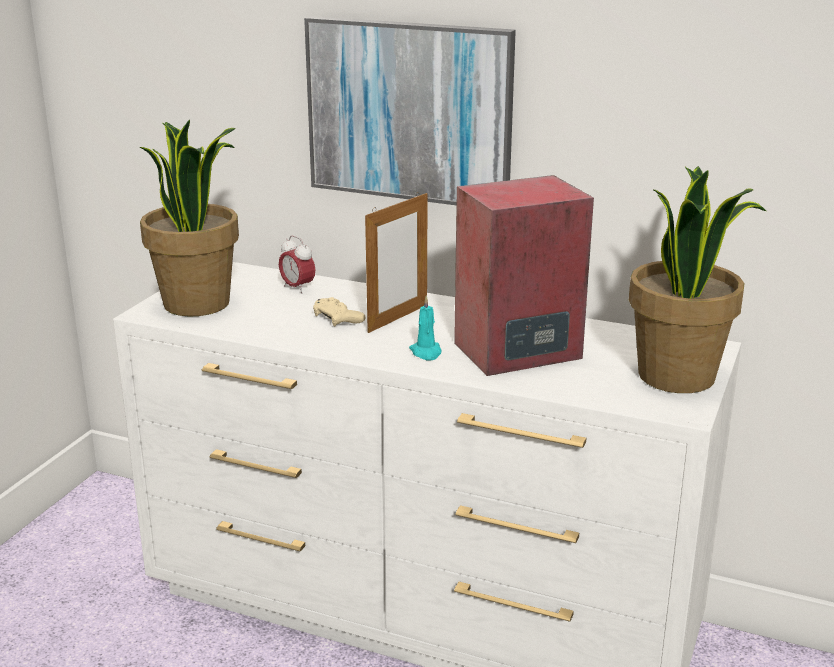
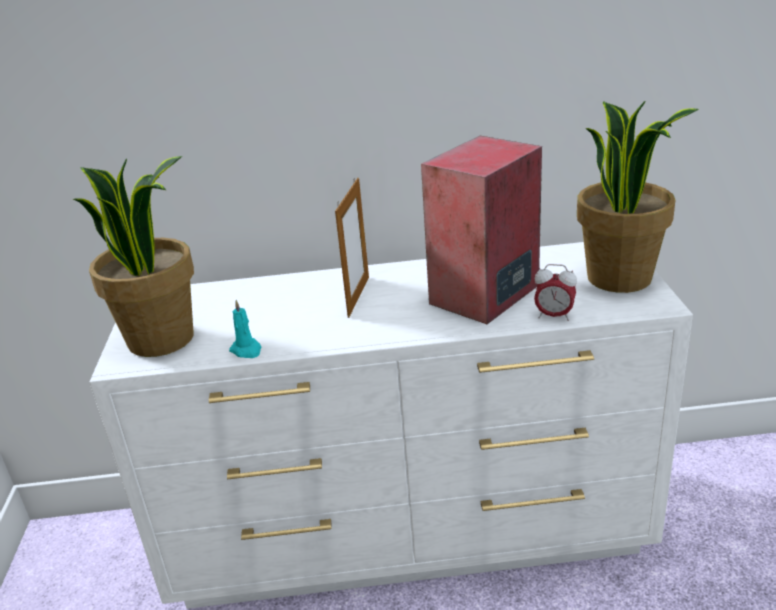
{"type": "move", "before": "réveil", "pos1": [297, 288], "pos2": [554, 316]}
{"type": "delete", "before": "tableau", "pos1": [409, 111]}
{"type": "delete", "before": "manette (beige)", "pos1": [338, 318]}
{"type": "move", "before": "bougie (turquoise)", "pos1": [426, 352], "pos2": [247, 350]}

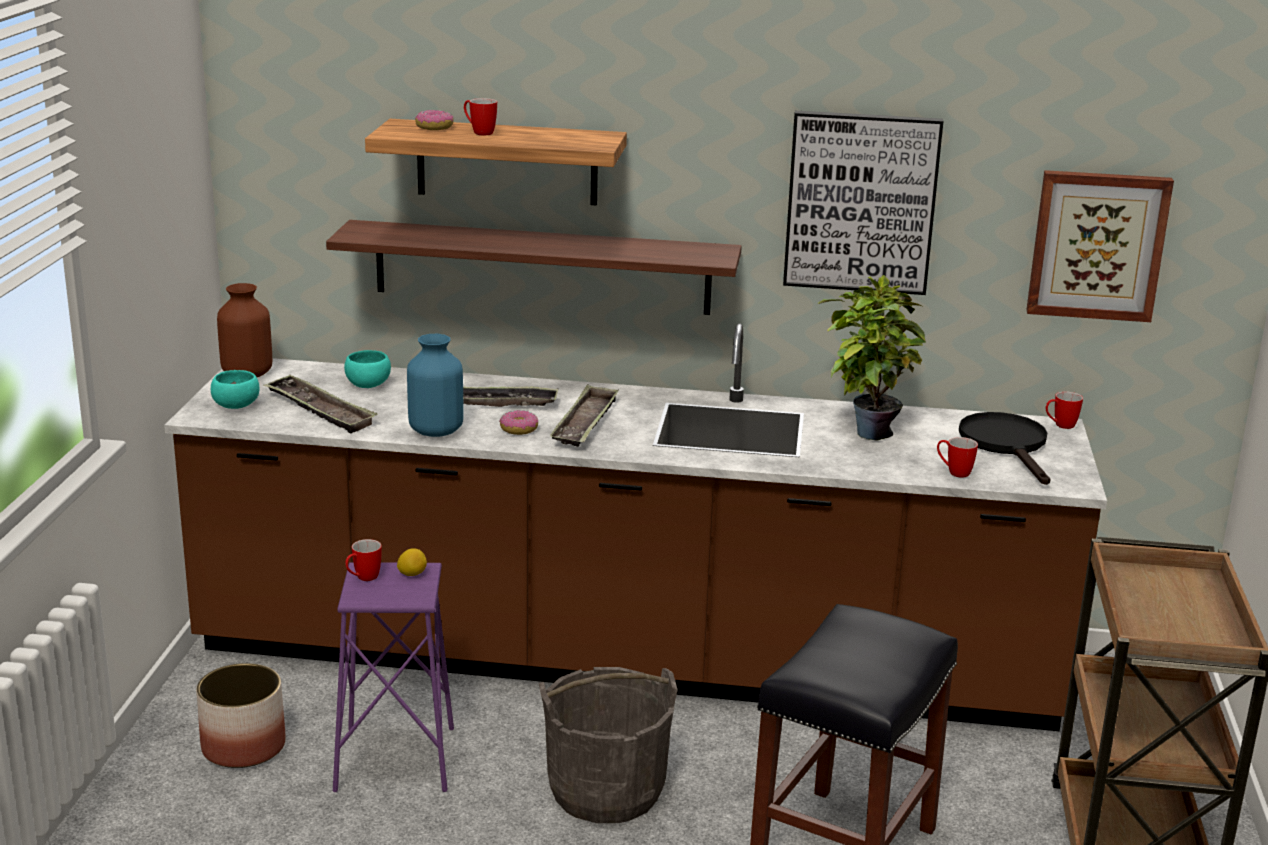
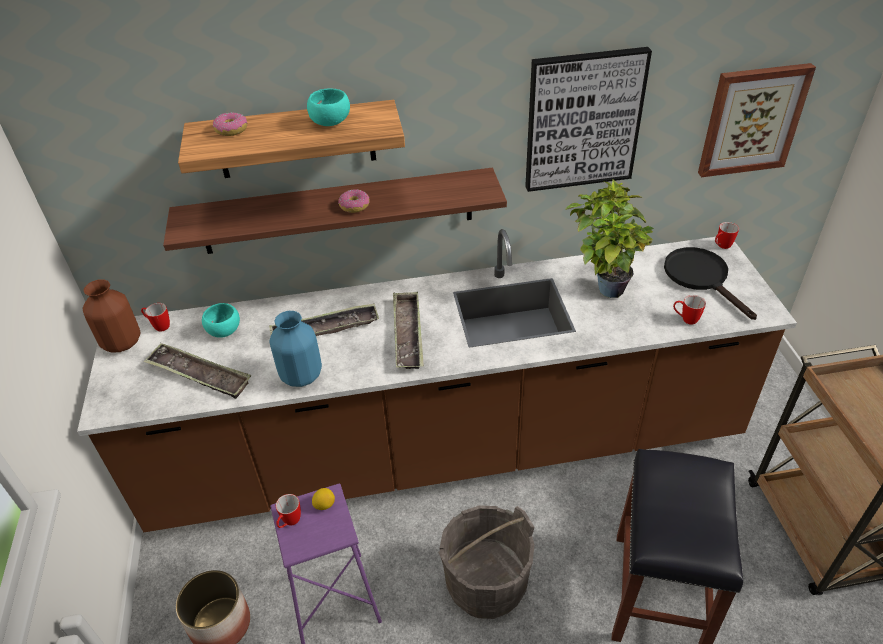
{"type": "move", "before": "bol (turquoise)", "pos1": [237, 406], "pos2": [331, 122]}
{"type": "move", "before": "mug", "pos1": [479, 132], "pos2": [159, 326]}
{"type": "move", "before": "beignet", "pos1": [519, 429], "pos2": [354, 206]}

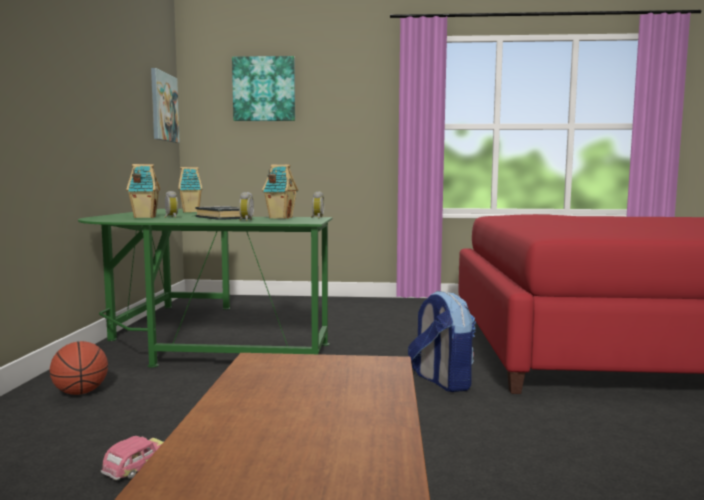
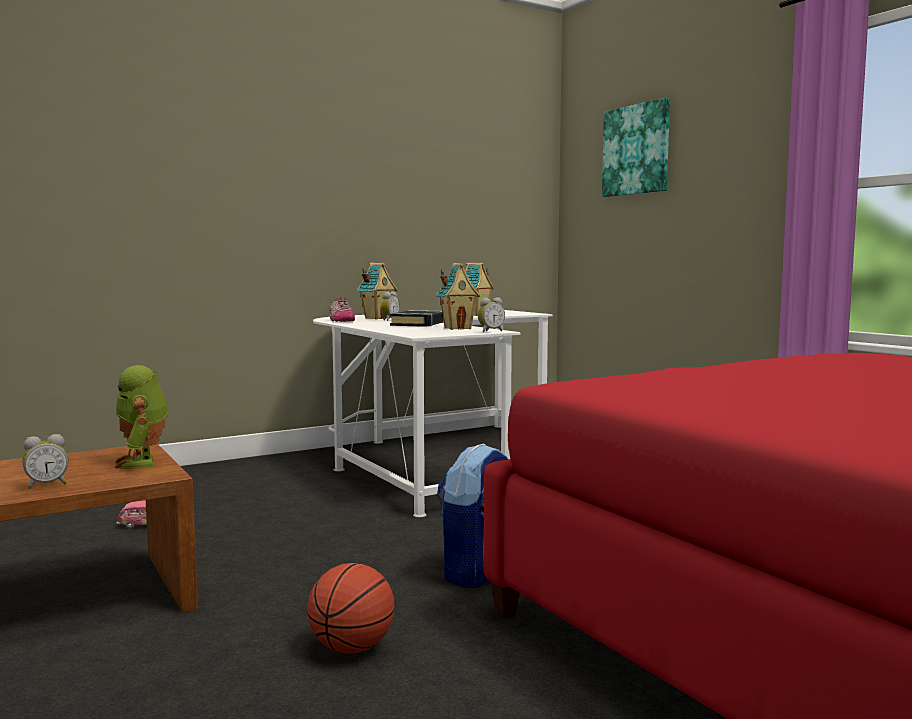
{"type": "move", "before": "ballon de basket", "pos1": [80, 392], "pos2": [351, 648]}
{"type": "recolor", "before": "bureau (vert)", "after": "bureau (blanc)", "pos1": [196, 339], "pos2": [428, 459]}
{"type": "delete", "before": "tableau", "pos1": [163, 107]}
{"type": "move", "before": "réveil", "pos1": [245, 220], "pos2": [47, 485]}
{"type": "insert", "after": "robot jouet", "pos2": [143, 462]}
{"type": "insert", "after": "chaussure", "pos2": [340, 320]}

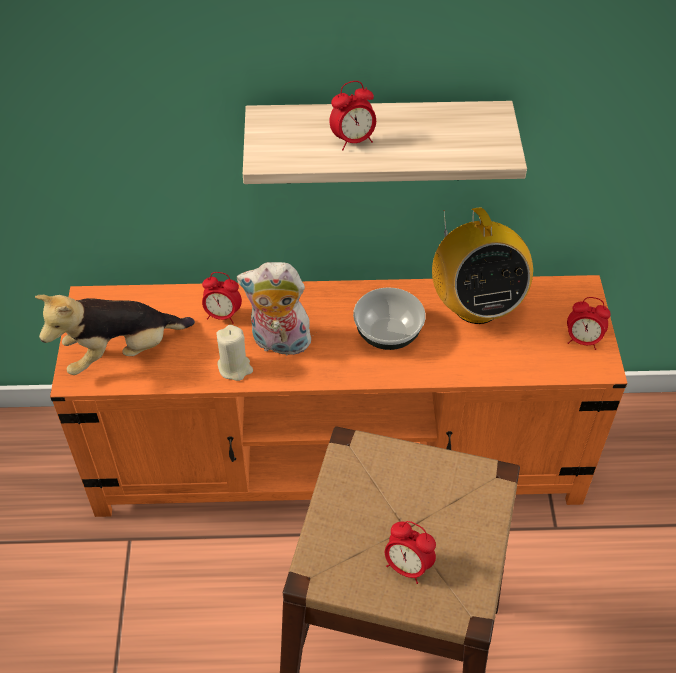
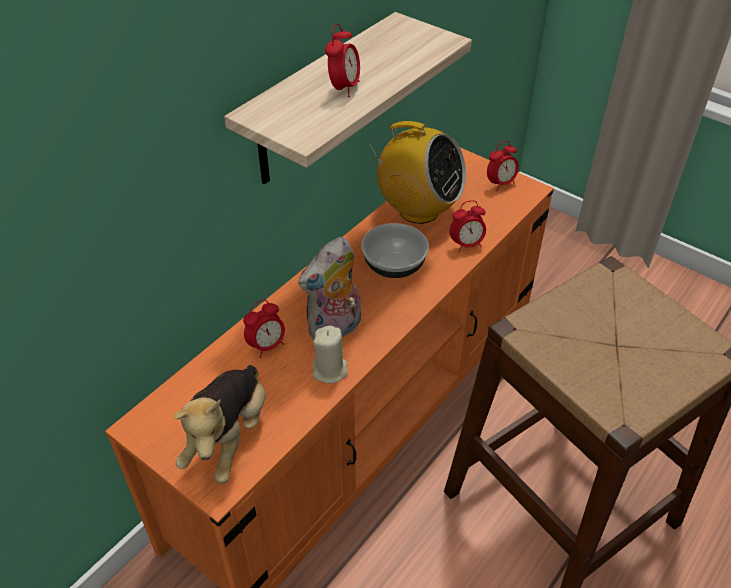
{"type": "move", "before": "réveil", "pos1": [407, 566], "pos2": [466, 245]}

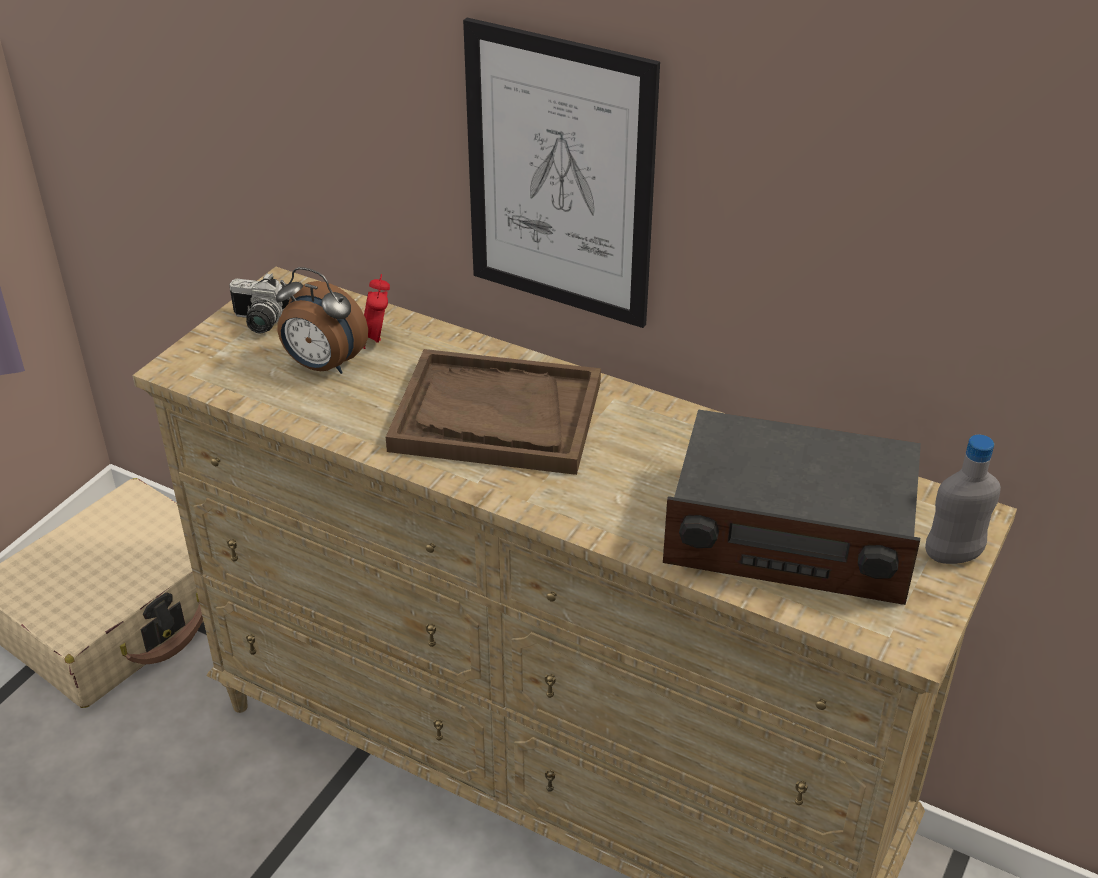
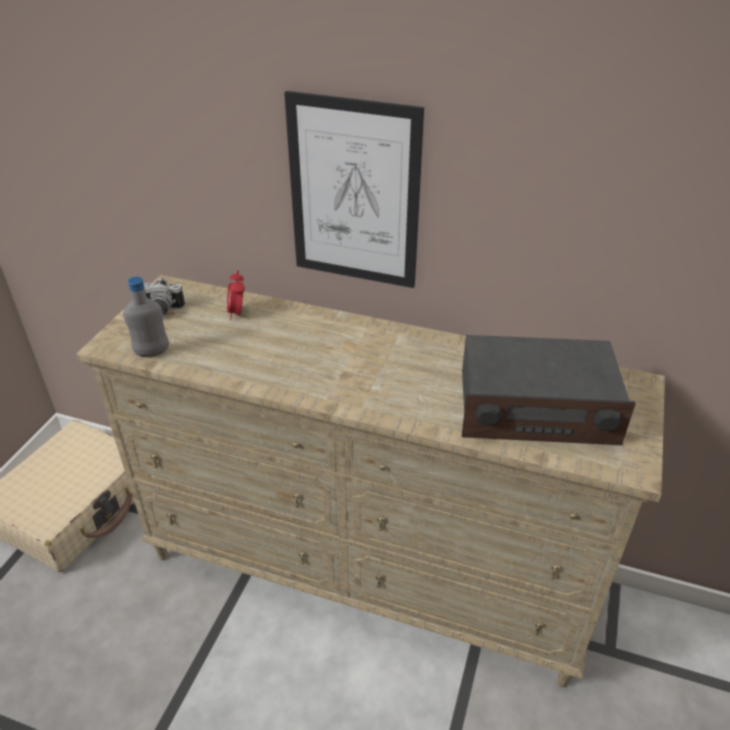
{"type": "delete", "before": "réveil", "pos1": [323, 366]}
{"type": "delete", "before": "plateau (marron)", "pos1": [496, 416]}
{"type": "move", "before": "bouteille (gris)", "pos1": [952, 556], "pos2": [152, 353]}

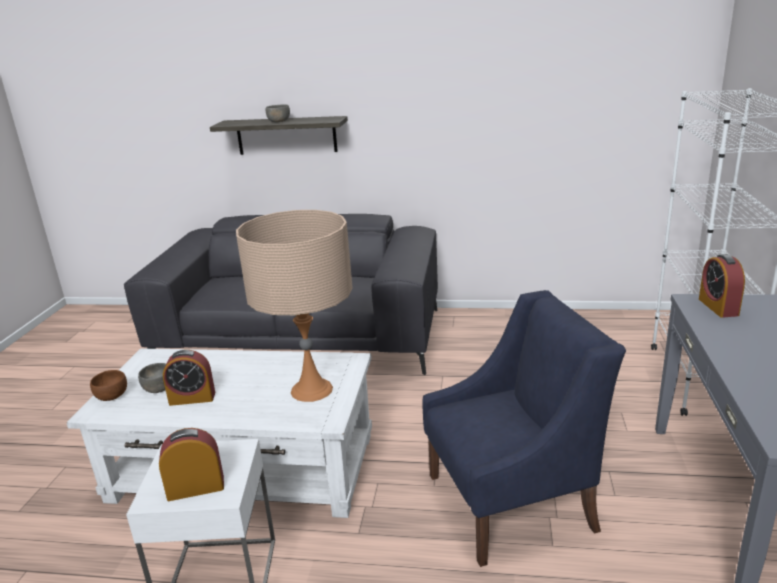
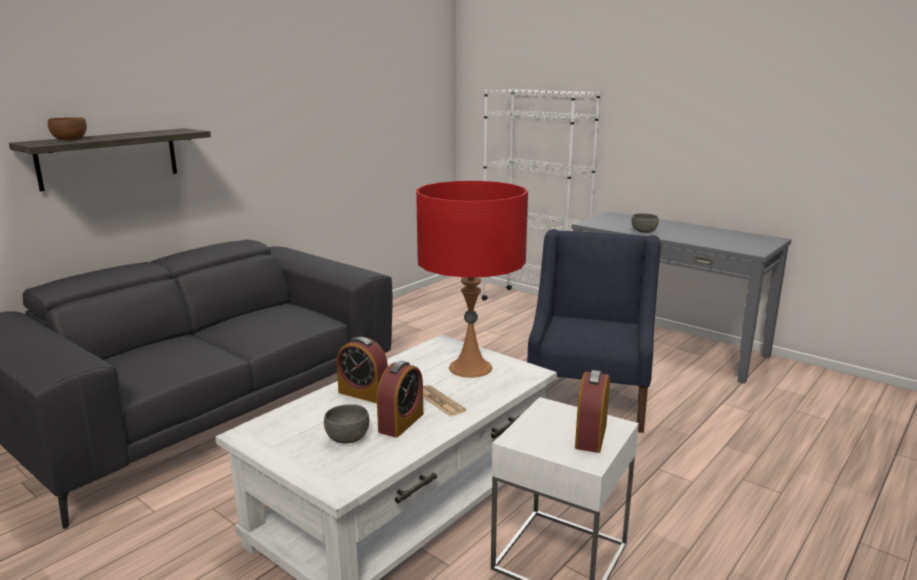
{"type": "move", "before": "bol (marron)", "pos1": [112, 395], "pos2": [69, 139]}
{"type": "recolor", "before": "lampe de table (beige)", "after": "lampe de table (rouge)", "pos1": [312, 390], "pos2": [470, 367]}
{"type": "move", "before": "bol (gris)", "pos1": [278, 121], "pos2": [644, 231]}
{"type": "move", "before": "réveil", "pos1": [718, 307], "pos2": [363, 393]}
{"type": "insert", "after": "journal", "pos2": [439, 401]}

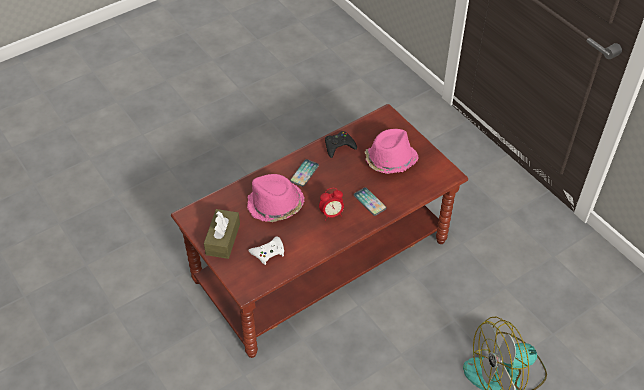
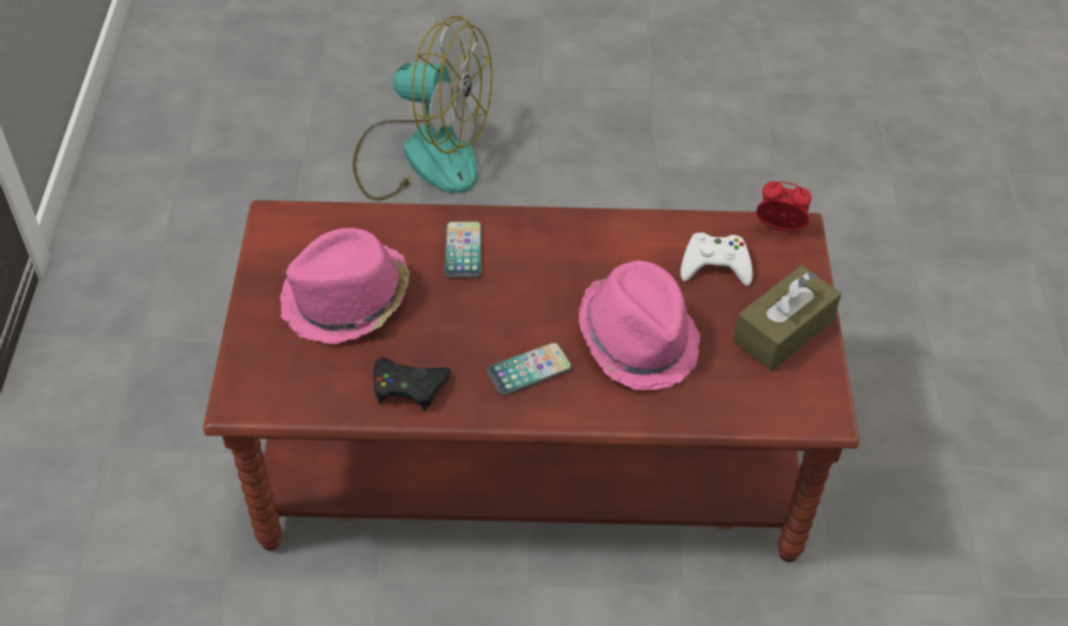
{"type": "move", "before": "réveil", "pos1": [331, 214], "pos2": [779, 229]}

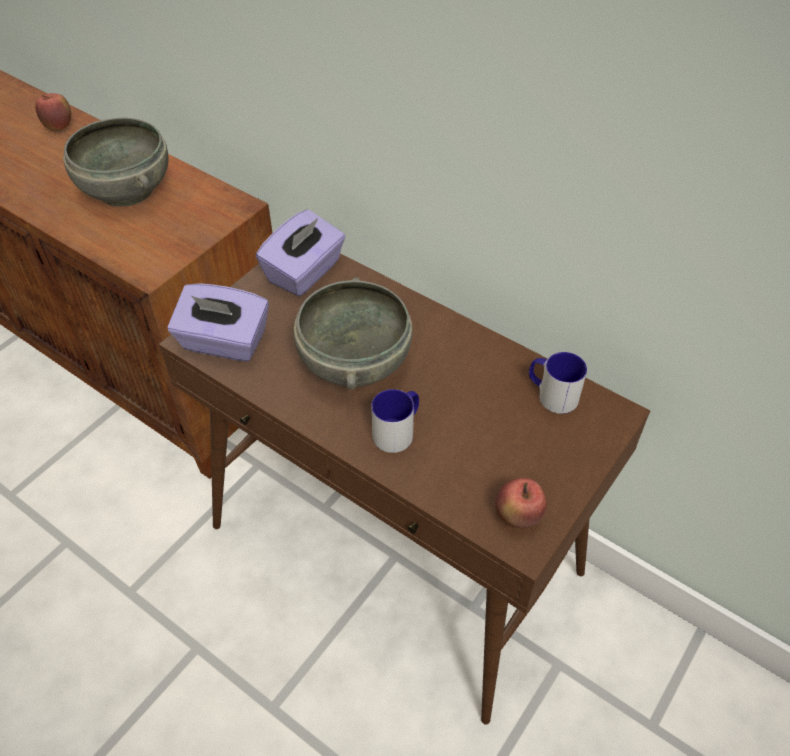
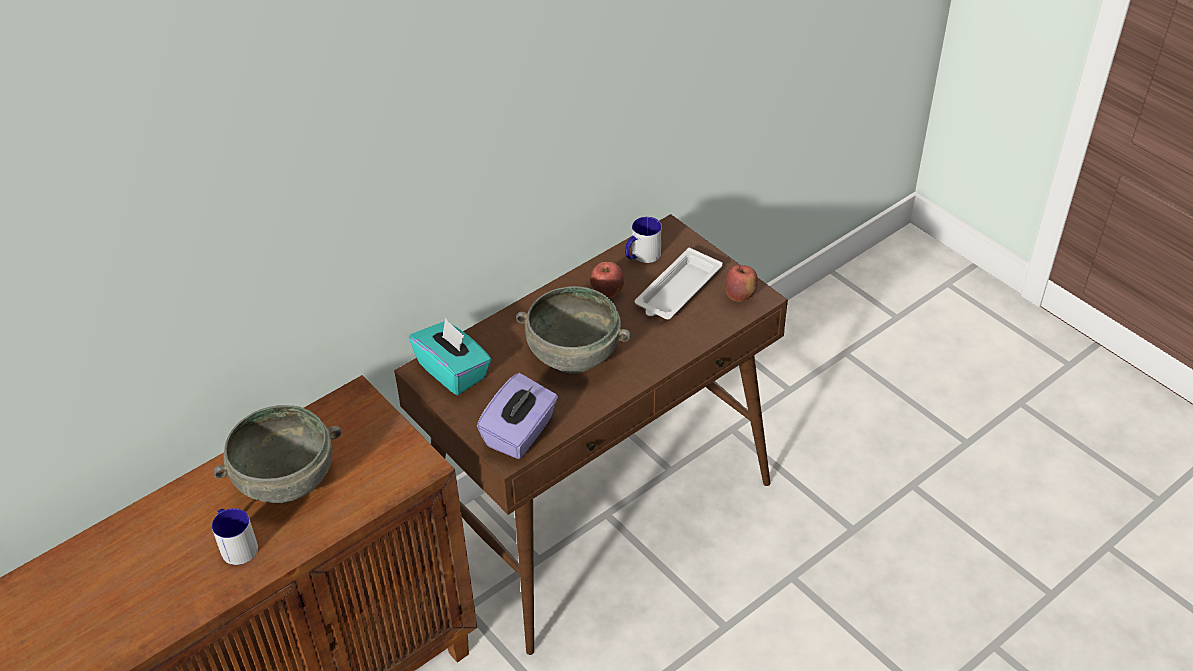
{"type": "move", "before": "pomme", "pos1": [59, 127], "pos2": [607, 292]}
{"type": "recolor", "before": "boîte à mouchoirs (violet)", "after": "boîte à mouchoirs (turquoise)", "pos1": [305, 272], "pos2": [453, 371]}
{"type": "move", "before": "mug", "pos1": [398, 431], "pos2": [236, 545]}
{"type": "insert", "after": "plateau (blanc)", "pos2": [677, 291]}

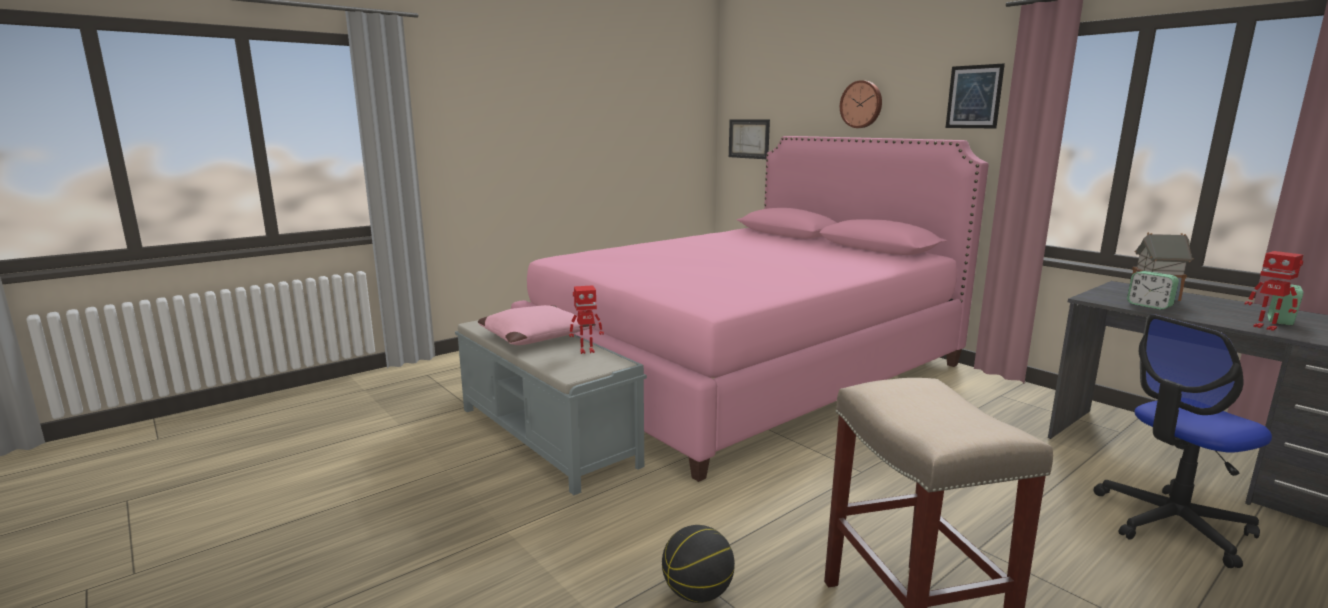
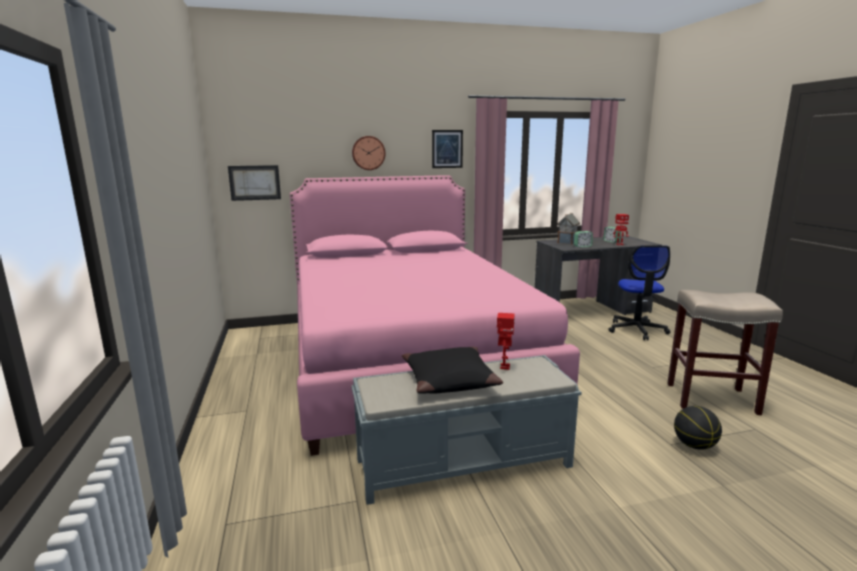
{"type": "recolor", "before": "coussin (rose)", "after": "coussin (noir)", "pos1": [535, 336], "pos2": [449, 380]}

